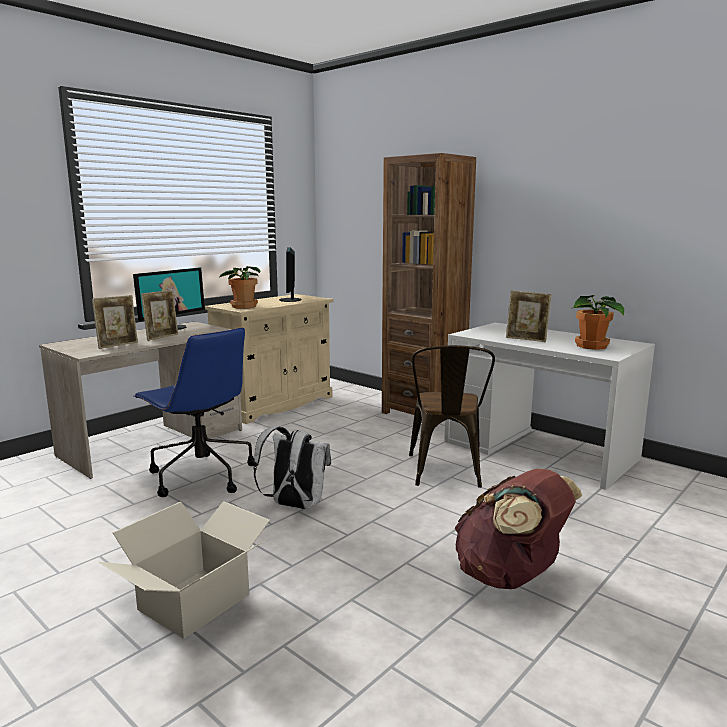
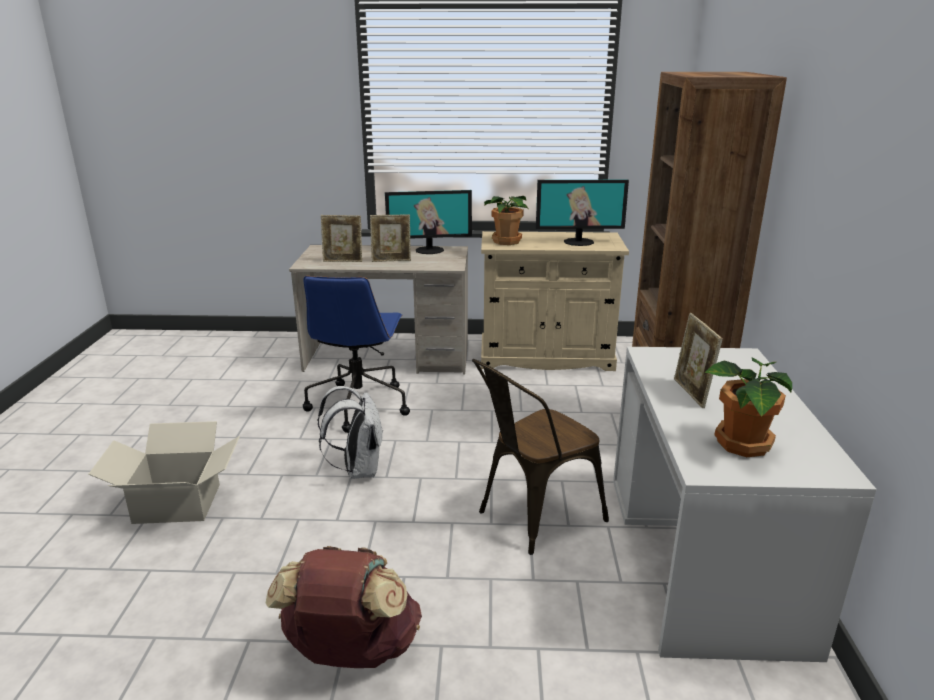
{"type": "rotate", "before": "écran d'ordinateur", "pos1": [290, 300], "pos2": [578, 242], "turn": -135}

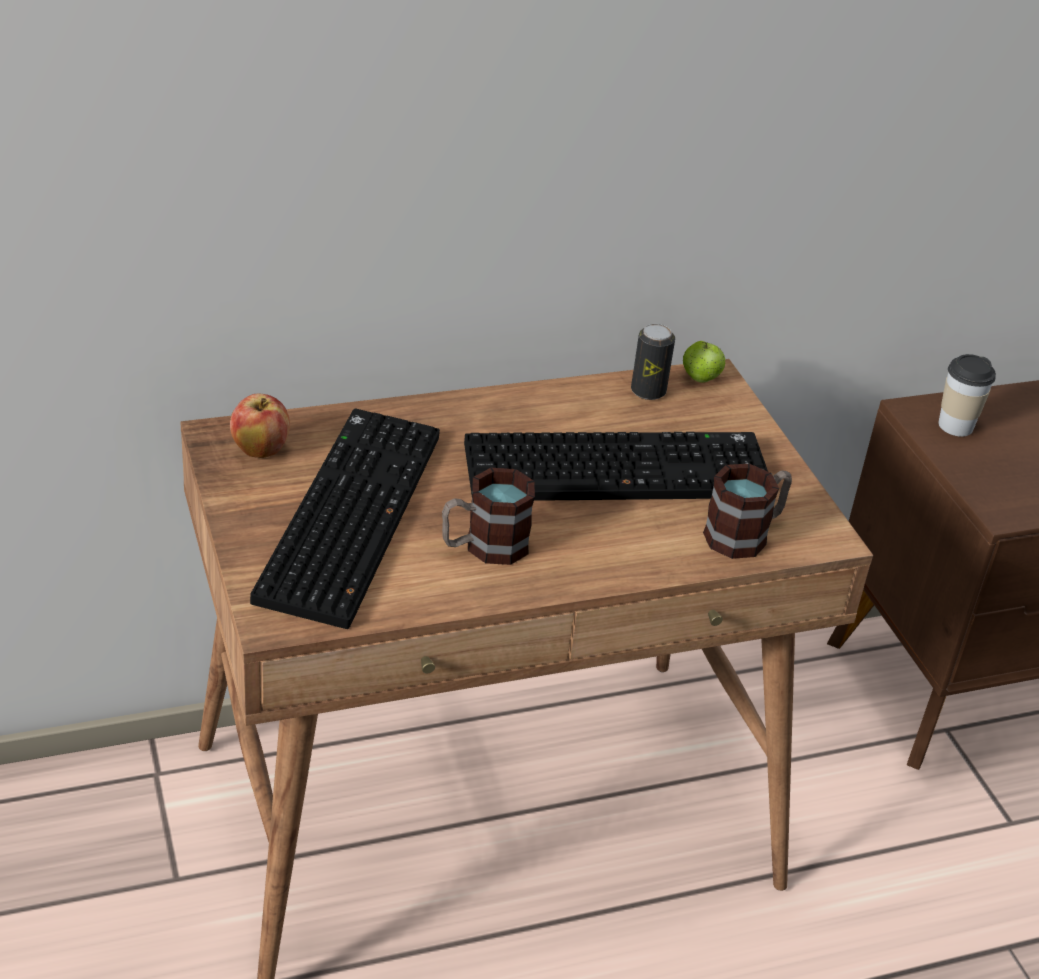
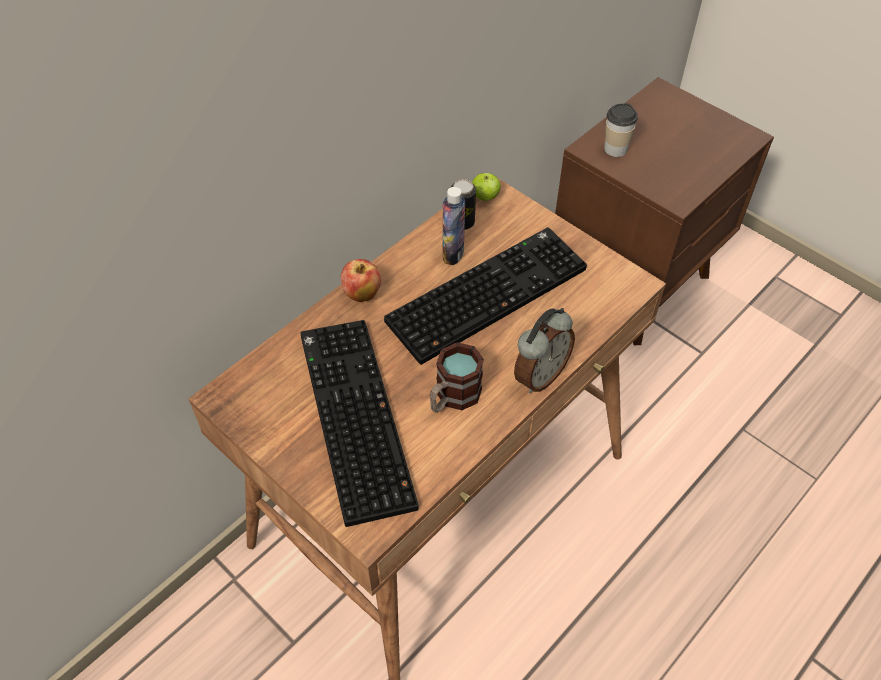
{"type": "move", "before": "pomme", "pos1": [260, 450], "pos2": [362, 294]}
{"type": "delete", "before": "mug", "pos1": [745, 534]}
{"type": "insert", "after": "bouteille", "pos2": [453, 254]}
{"type": "insert", "after": "réveil", "pos2": [539, 375]}

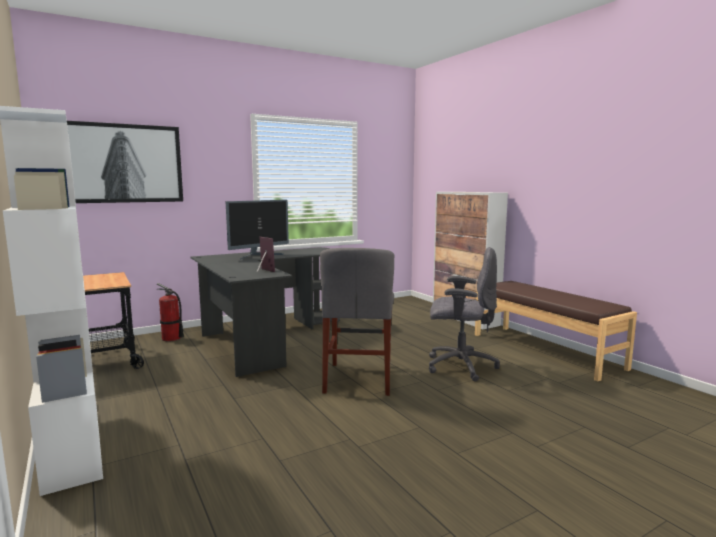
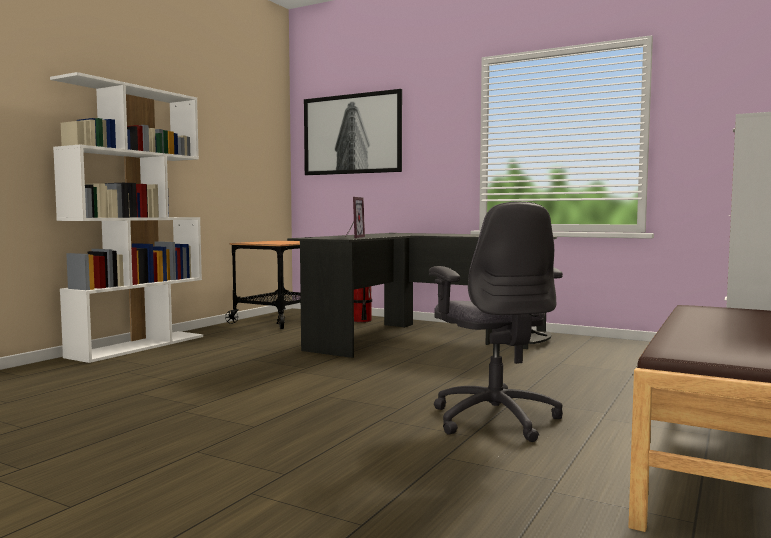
{"type": "delete", "before": "écran d'ordinateur", "pos1": [258, 256]}
{"type": "delete", "before": "chaise (gris)", "pos1": [358, 378]}

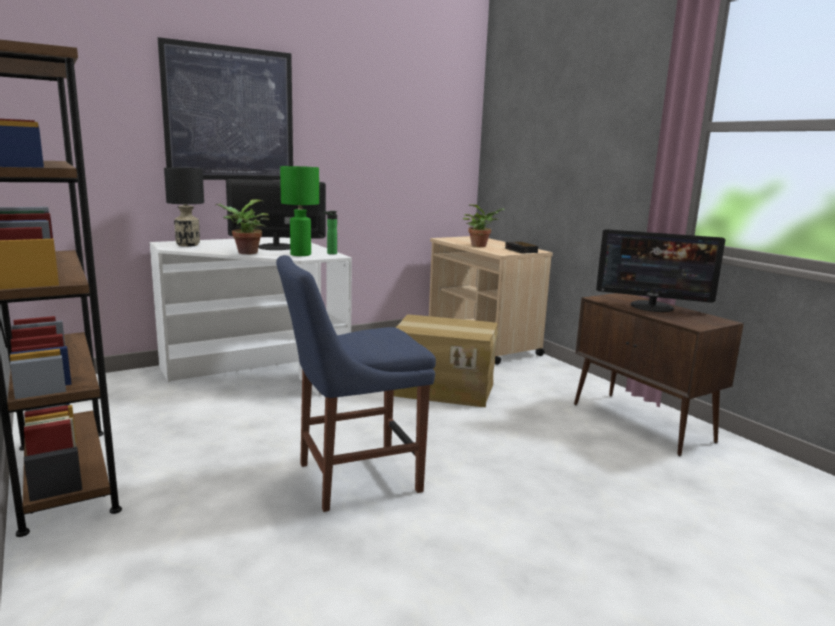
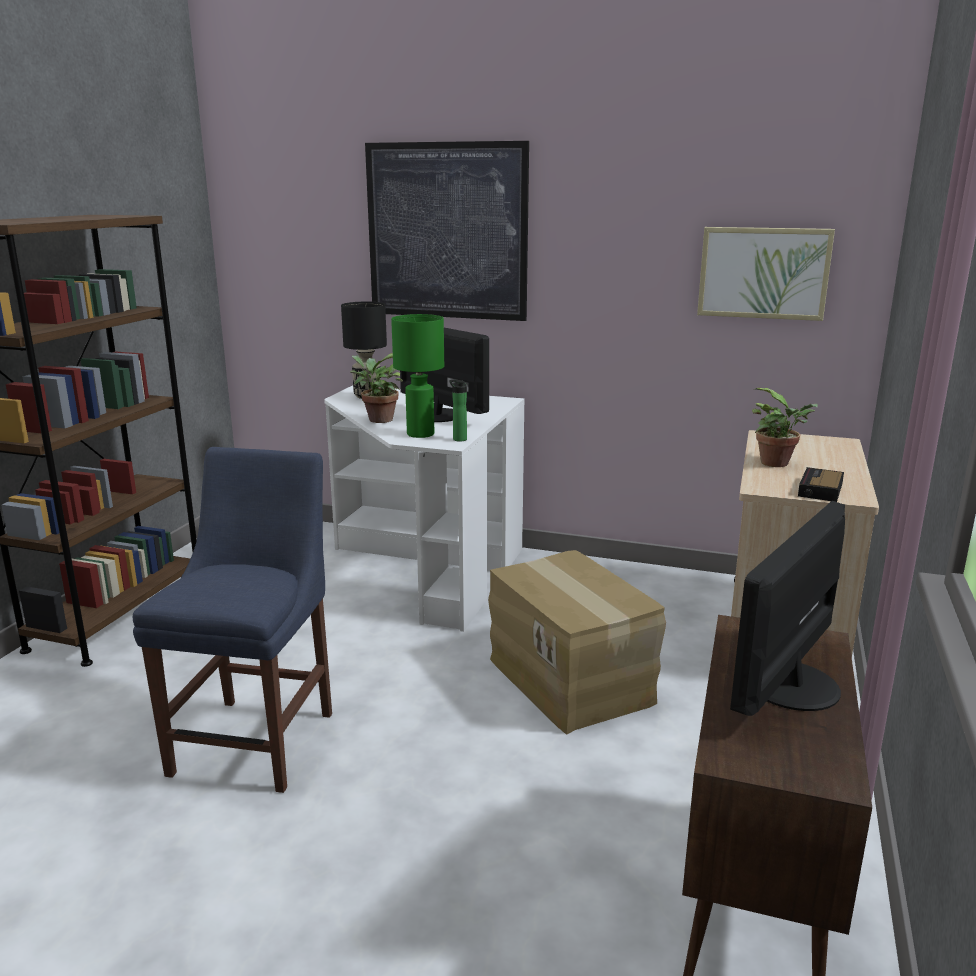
{"type": "rotate", "before": "chaise (bleu)", "pos1": [352, 478], "pos2": [258, 738], "turn": 75}
{"type": "rotate", "before": "écran d'ordinateur", "pos1": [652, 306], "pos2": [788, 684], "turn": 60}
{"type": "insert", "after": "tableau", "pos2": [763, 273]}

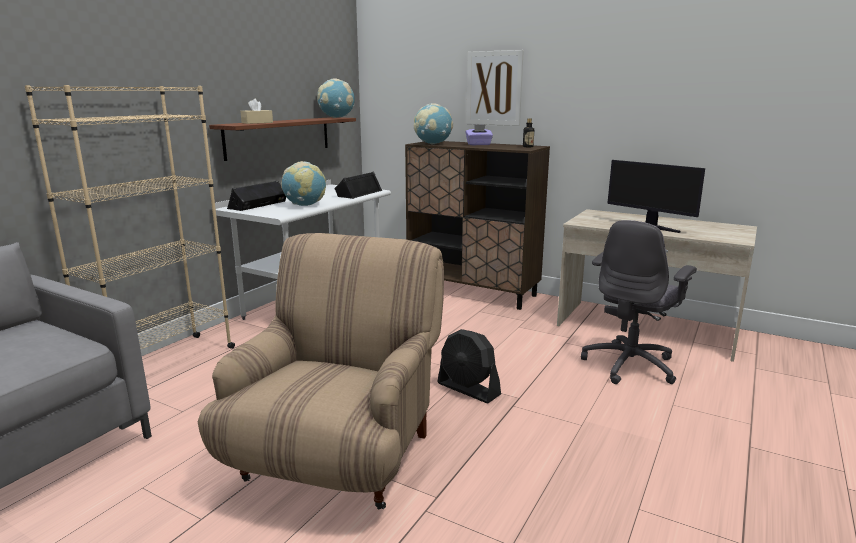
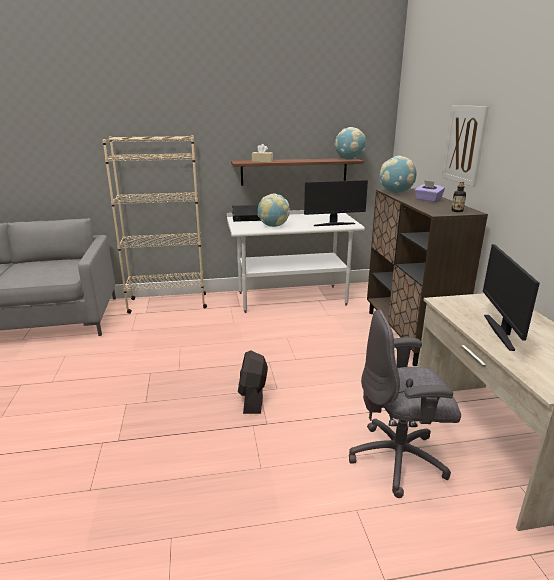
{"type": "delete", "before": "fauteuil (beige)", "pos1": [337, 457]}
{"type": "replace", "before": "enceinte (noir)", "after": "écran d'ordinateur", "pos1": [358, 193], "pos2": [334, 224]}

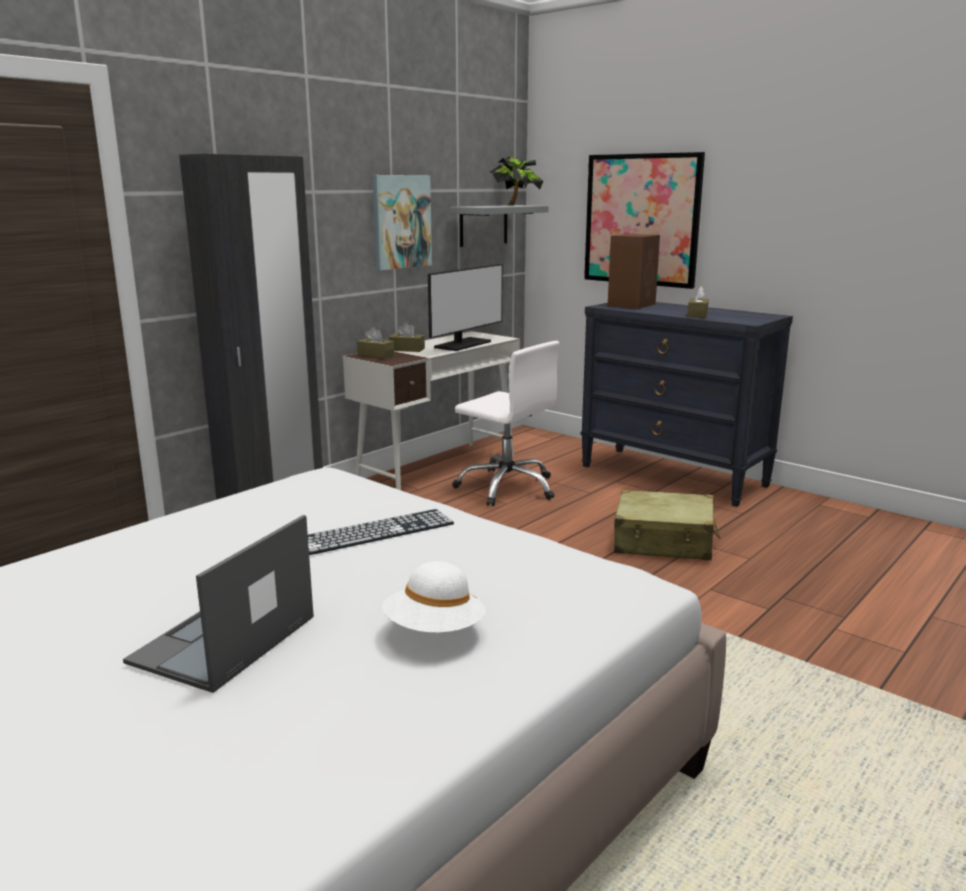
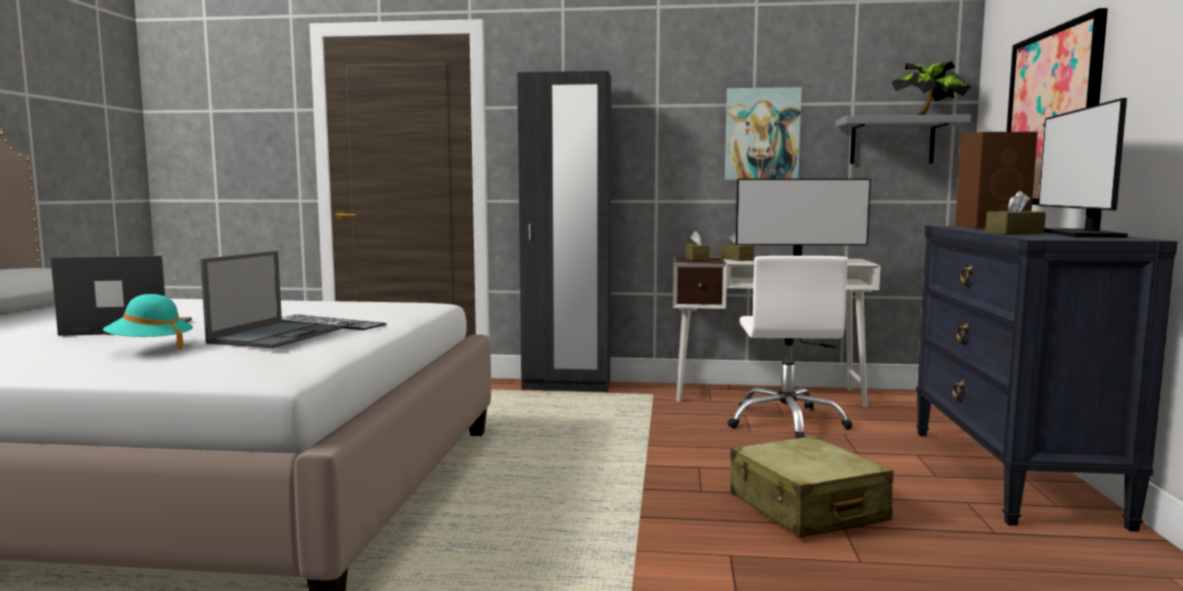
{"type": "recolor", "before": "chapeau (blanc)", "after": "chapeau (turquoise)", "pos1": [434, 631], "pos2": [150, 347]}
{"type": "insert", "after": "ordinateur portable", "pos2": [277, 335]}
{"type": "insert", "after": "écran d'ordinateur", "pos2": [1081, 234]}

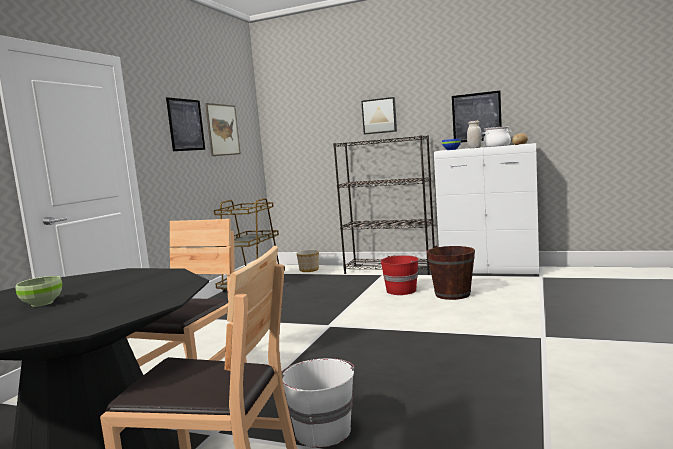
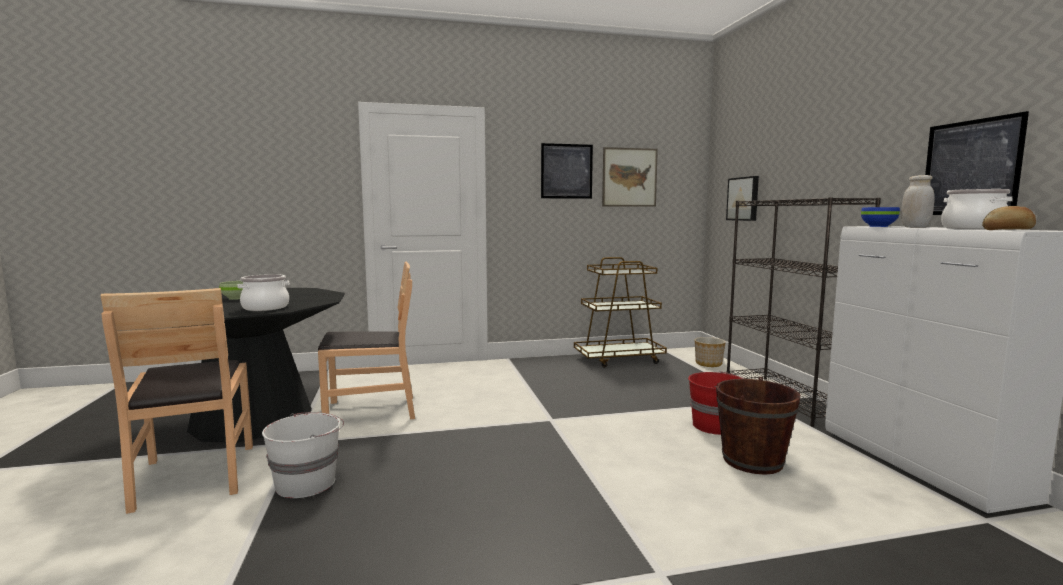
{"type": "move", "before": "tableau", "pos1": [379, 116], "pos2": [743, 199]}
{"type": "insert", "after": "marmite", "pos2": [265, 308]}

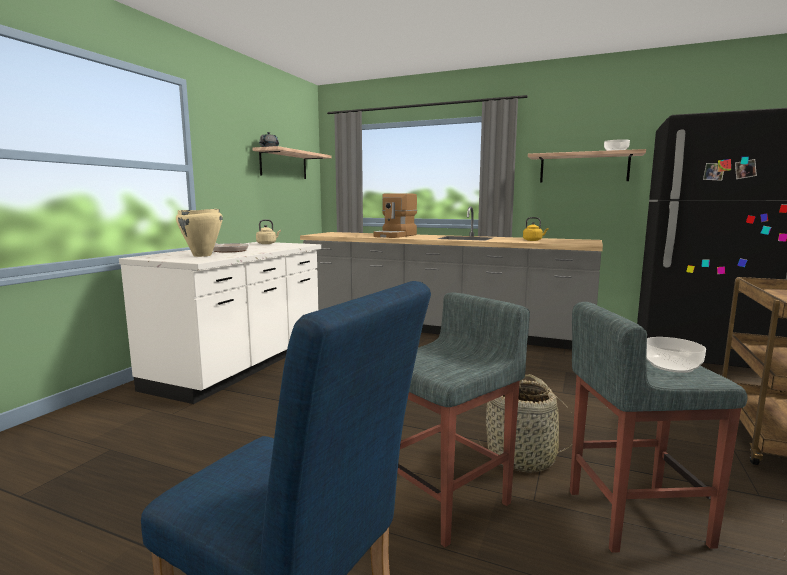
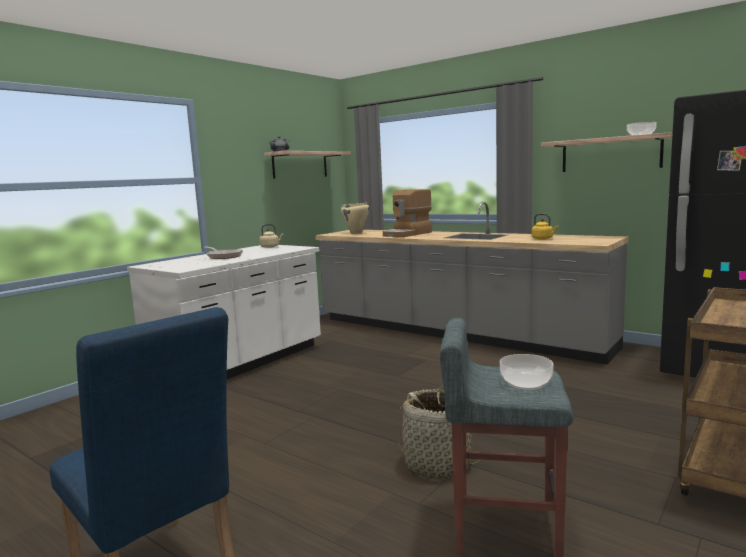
{"type": "move", "before": "marmite (beige)", "pos1": [202, 255], "pos2": [356, 233]}
{"type": "delete", "before": "tabouret (gris)", "pos1": [448, 501]}

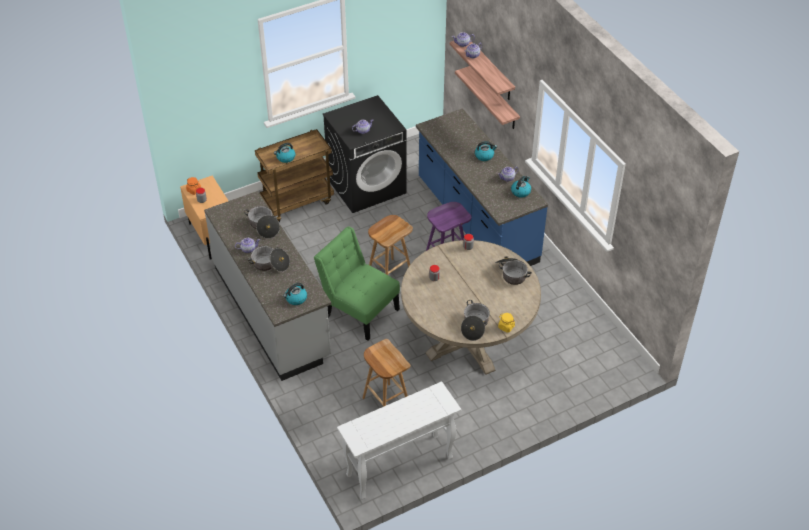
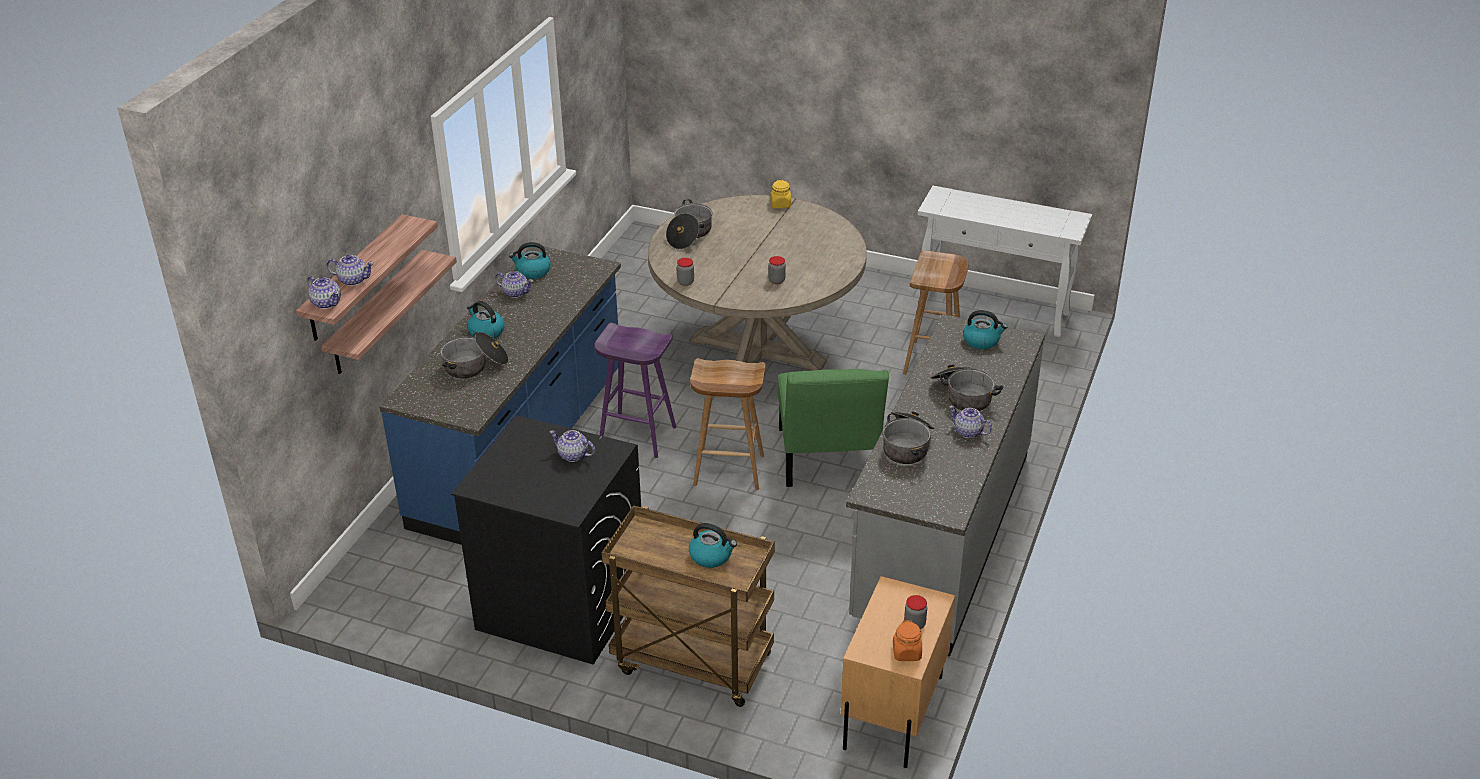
{"type": "move", "before": "marmite", "pos1": [474, 325], "pos2": [475, 365]}

